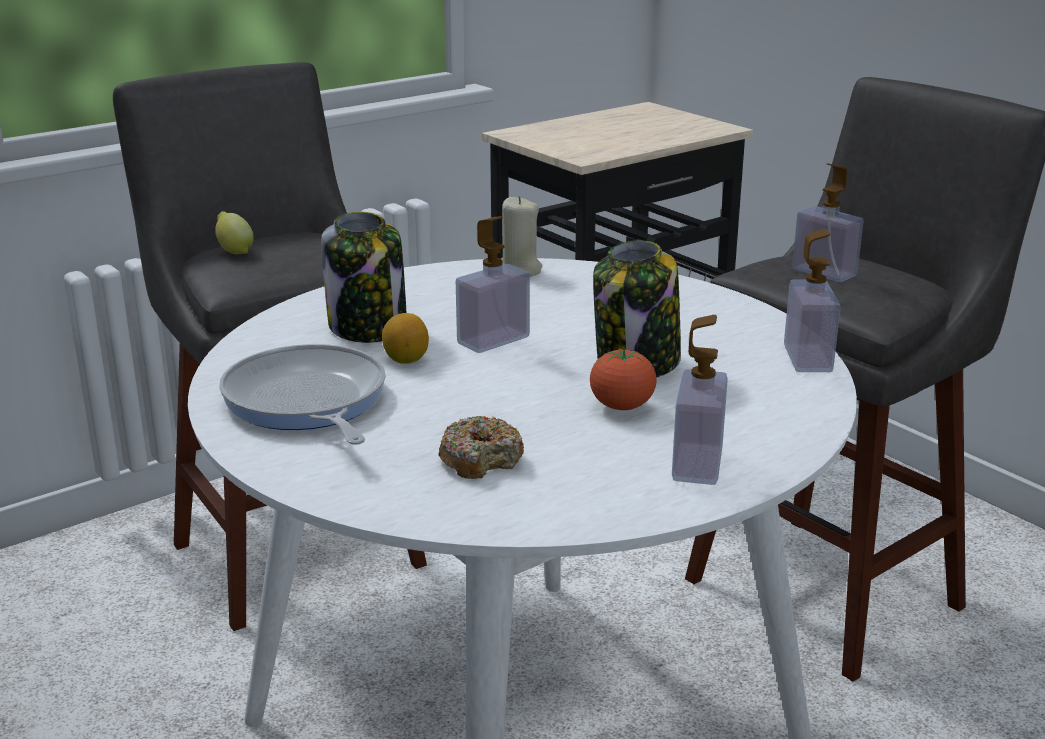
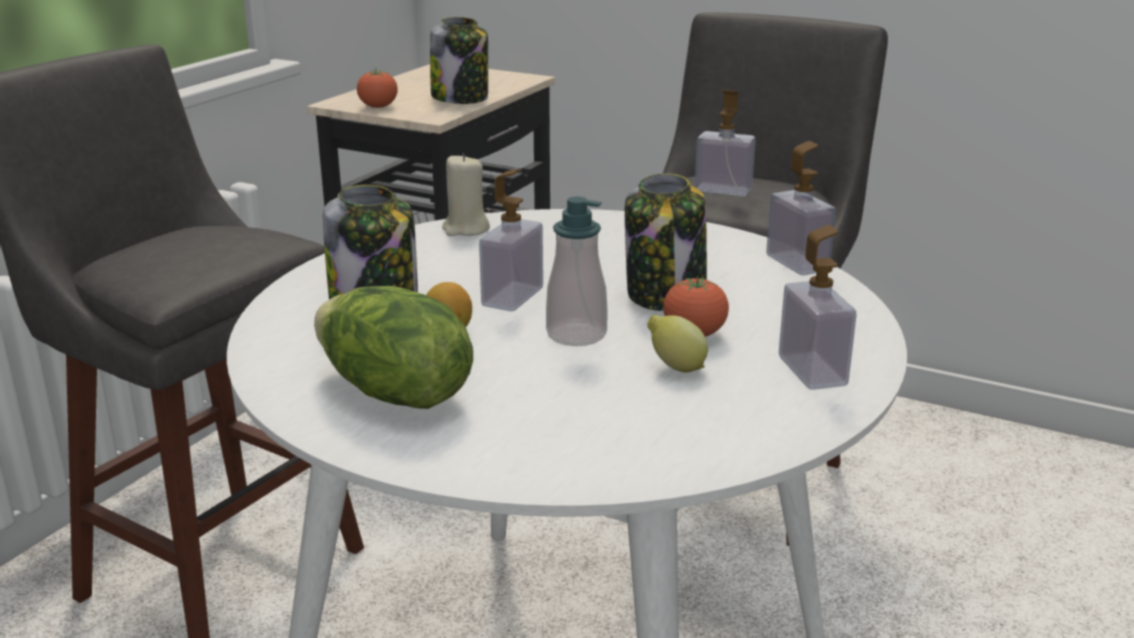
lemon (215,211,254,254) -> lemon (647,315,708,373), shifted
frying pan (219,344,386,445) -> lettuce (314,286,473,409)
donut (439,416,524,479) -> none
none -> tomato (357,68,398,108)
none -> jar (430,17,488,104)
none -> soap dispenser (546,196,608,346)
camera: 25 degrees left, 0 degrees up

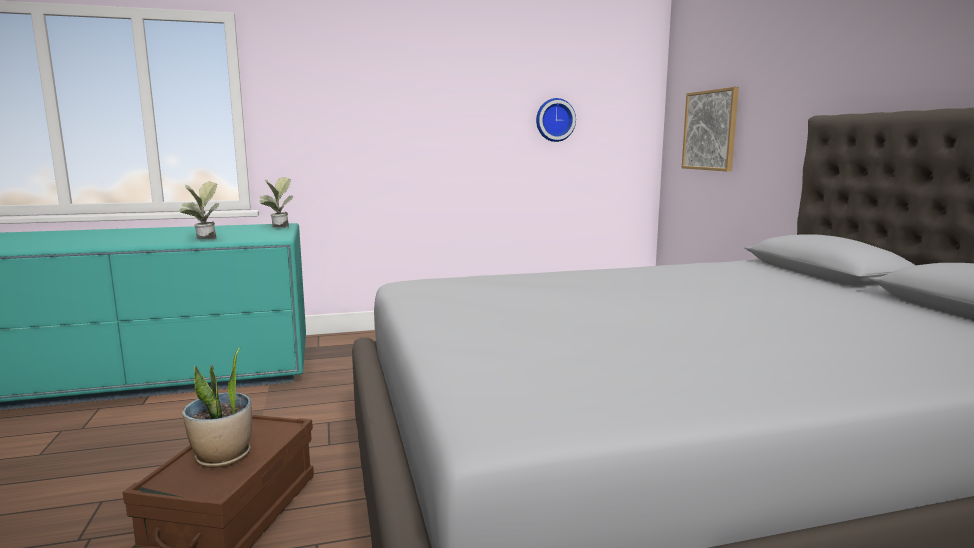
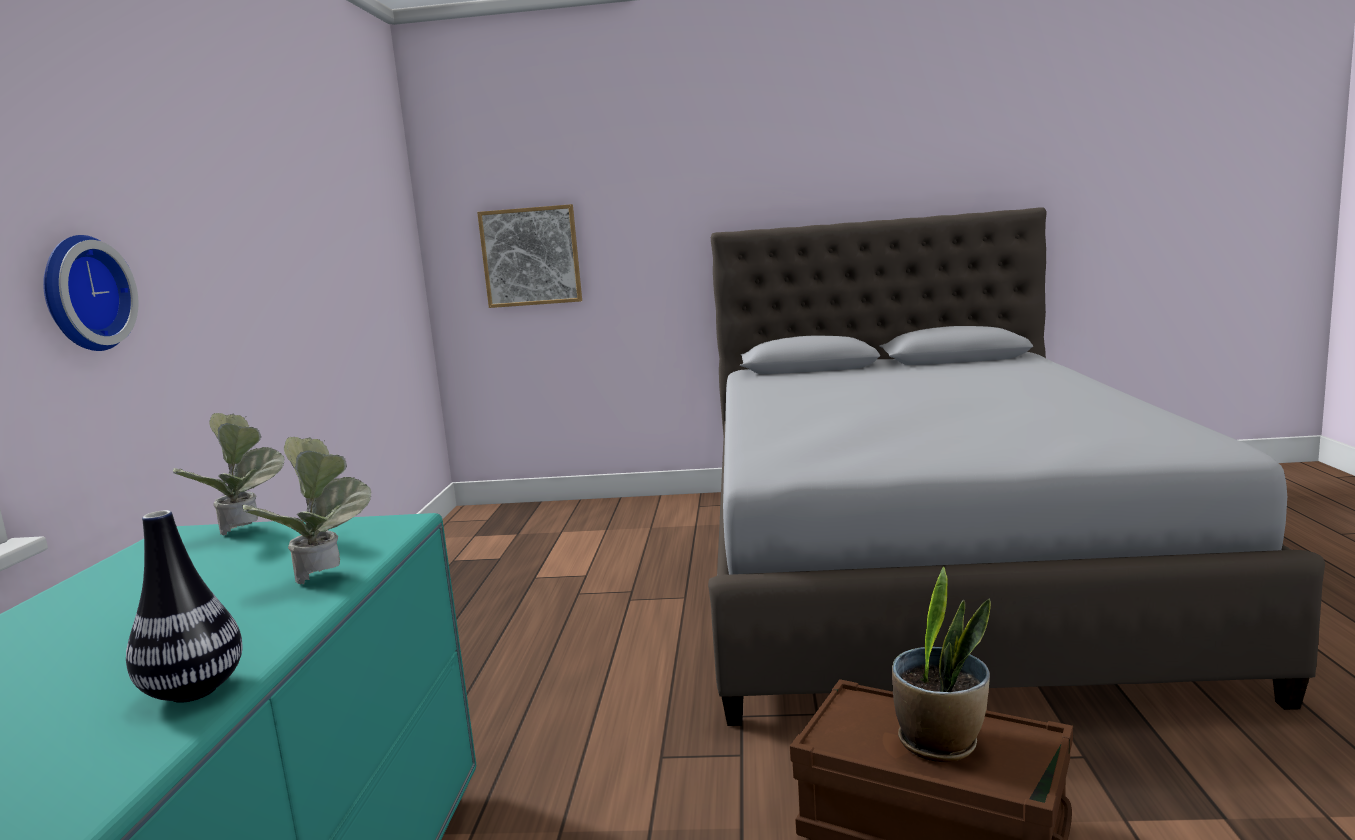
wall clock (536,98,576,142) -> wall clock (43,235,138,351), shifted
none -> vase (126,510,243,703)
camera: 70 degrees left, 0 degrees up

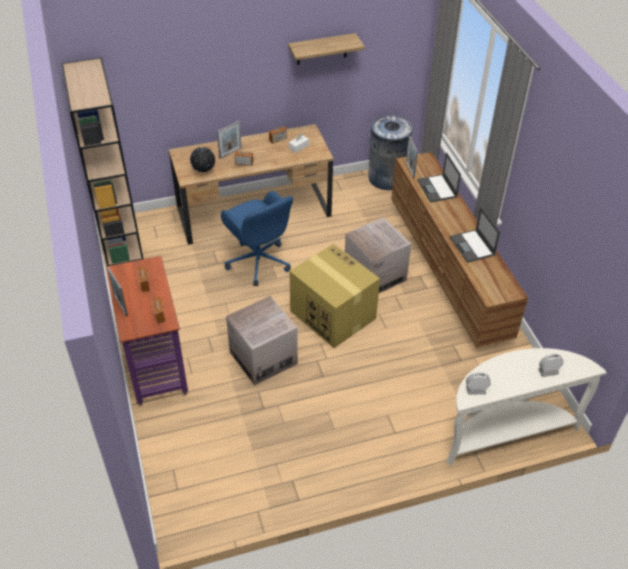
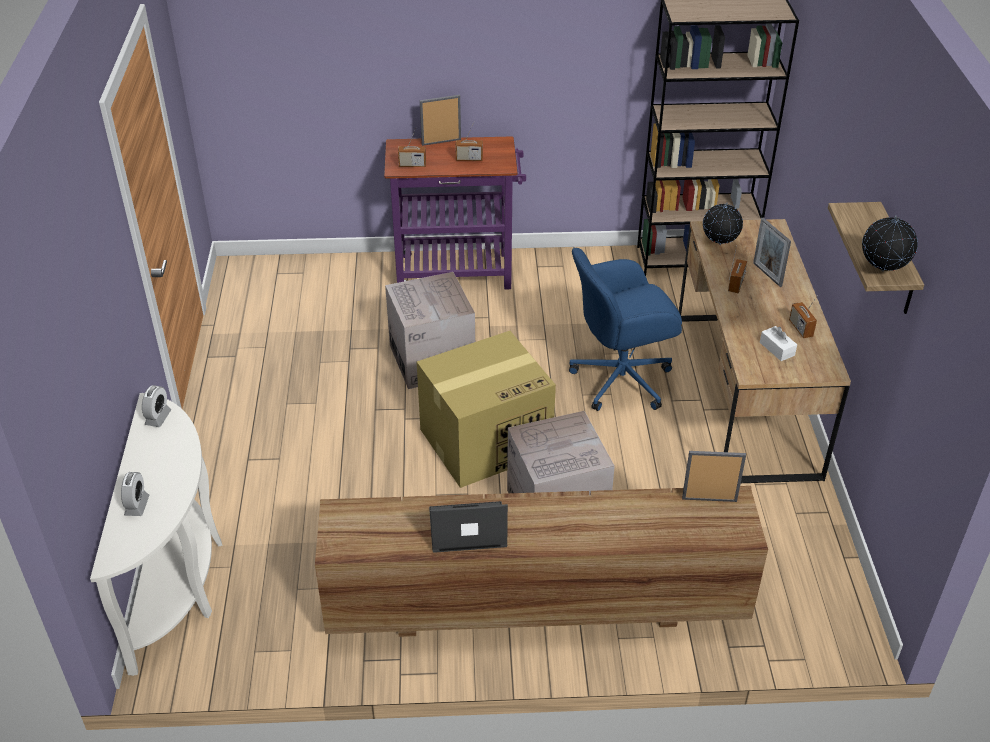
trash can in grey (368,116,412,190) -> none
laptop (417,152,461,203) -> none
none -> globe (862,215,918,272)
camera: 105 degrees right, 5 degrees down

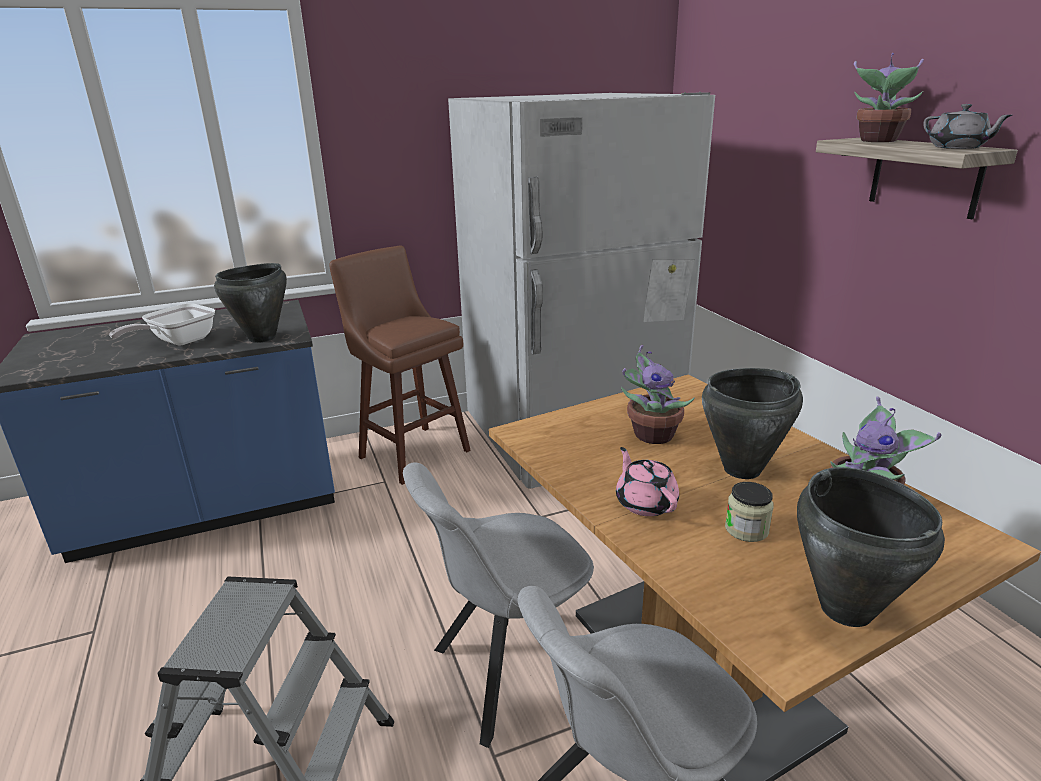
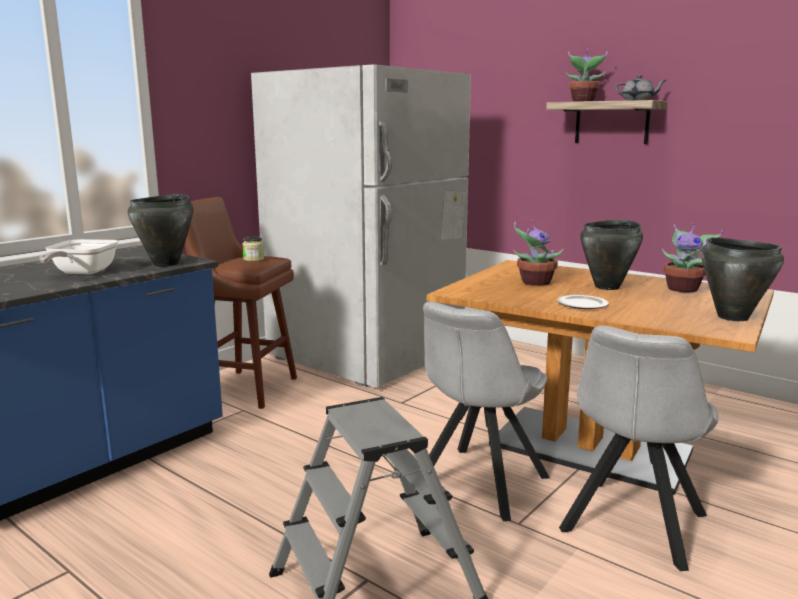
teapot in pink (616,447,679,516) -> plate (557,295,609,309)
jar (725,482,774,542) -> jar (242,237,264,261), shifted
camera: 30 degrees left, 10 degrees down

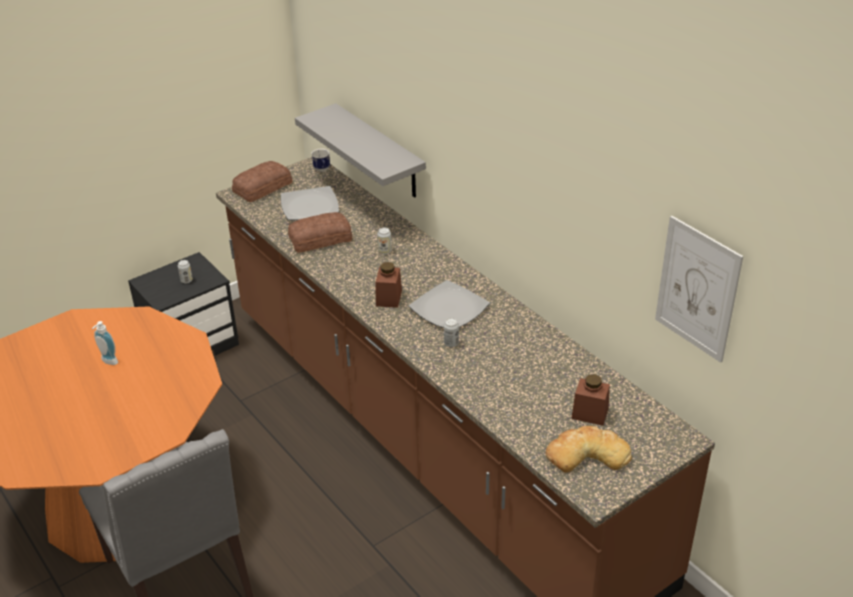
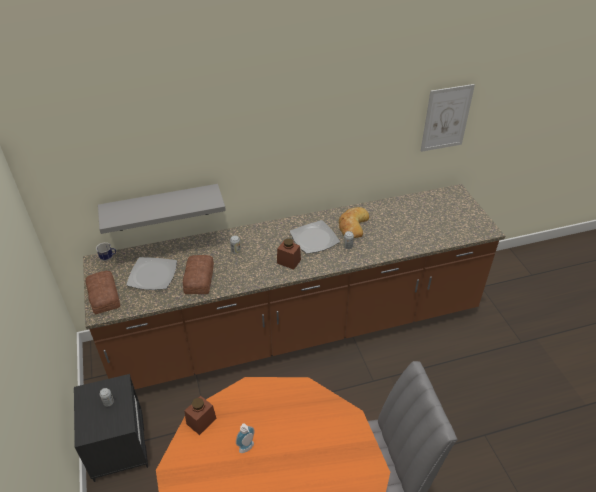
bread (545,426,632,473) -> bread (339,207,369,238), shifted
jar in brown (571,374,610,426) -> jar in brown (184,396,217,435), shifted
camera: 70 degrees left, 5 degrees up

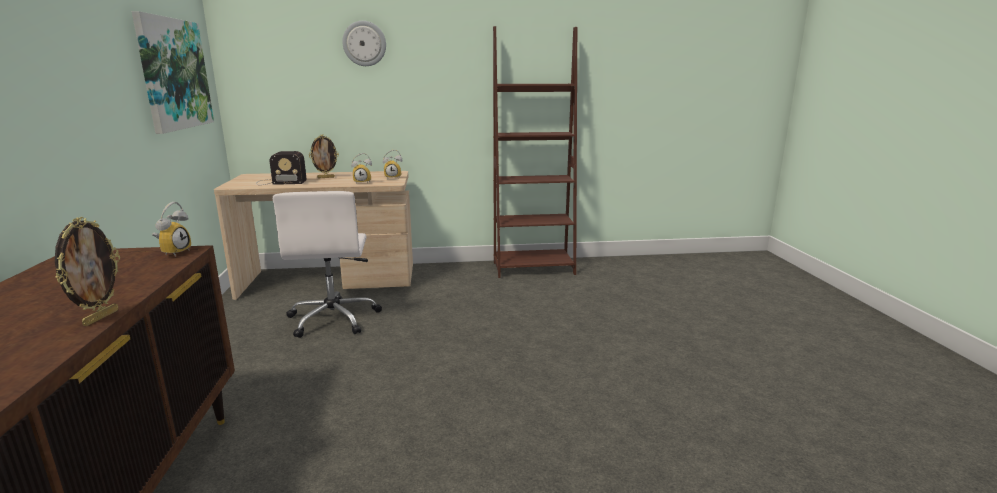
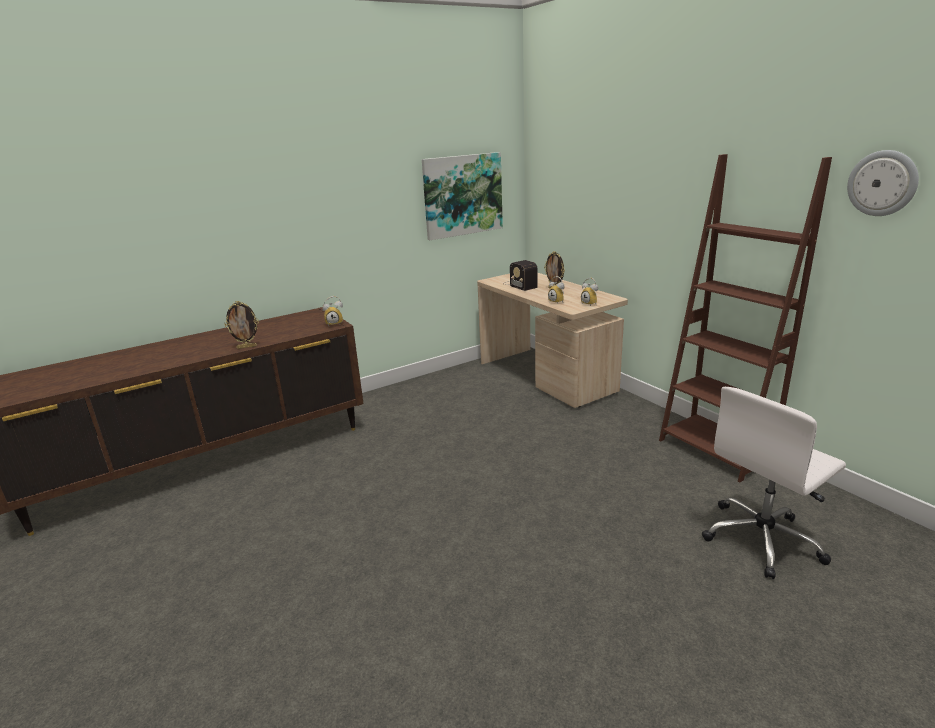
office chair in white (273,191,382,338) -> office chair in white (702,387,846,579), shifted
wall clock (342,21,386,66) -> wall clock (847,150,919,216), shifted
camera: 65 degrees right, 5 degrees up

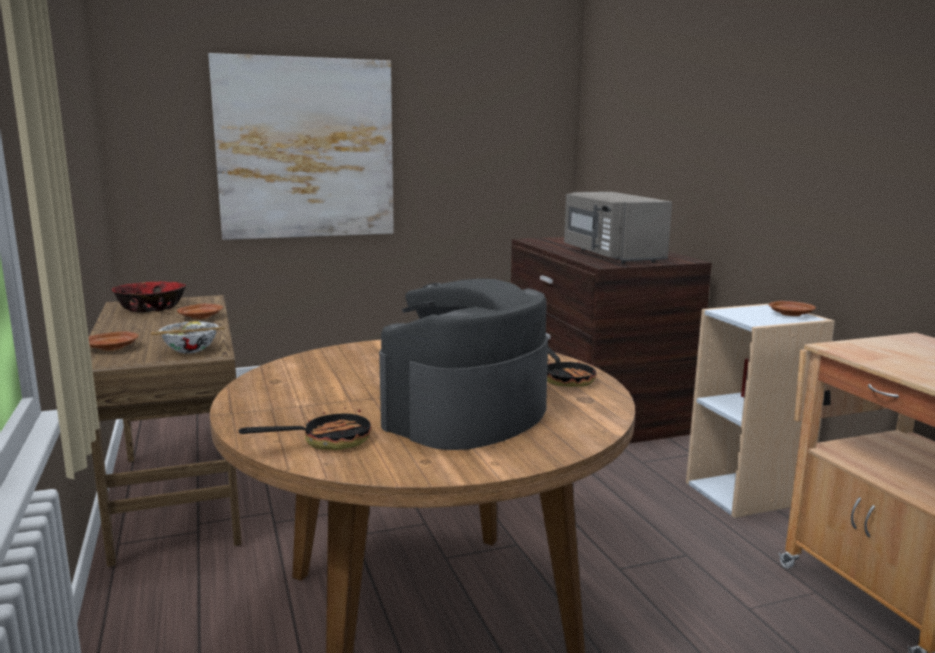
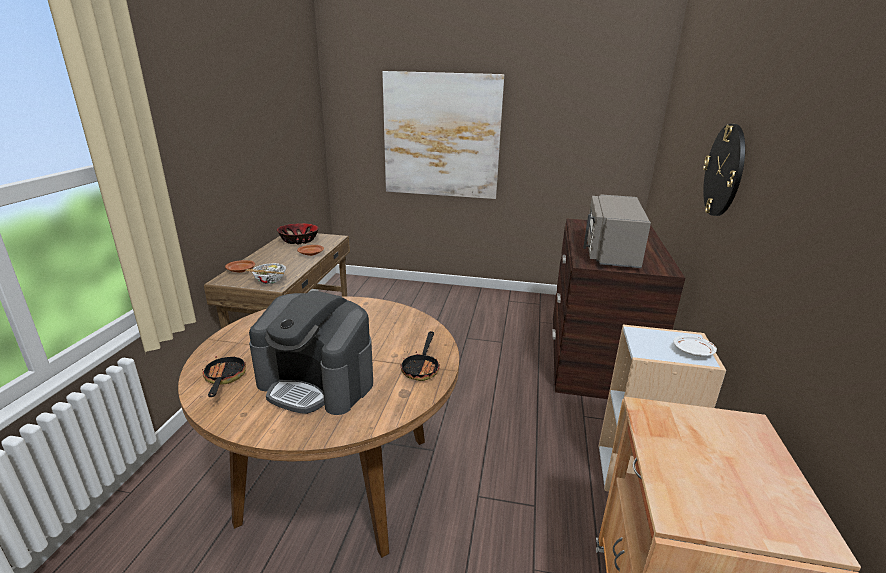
frying pan (239,408,371,450) -> frying pan (202,356,246,397), 105 degrees counterclockwise
coffee machine (379,279,548,450) -> coffee machine (249,291,373,415), 135 degrees counterclockwise
plate in brown (769,301,816,316) -> plate in white (674,335,717,357)
none -> wall clock (703,124,745,216)
camera: 30 degrees right, 10 degrees up

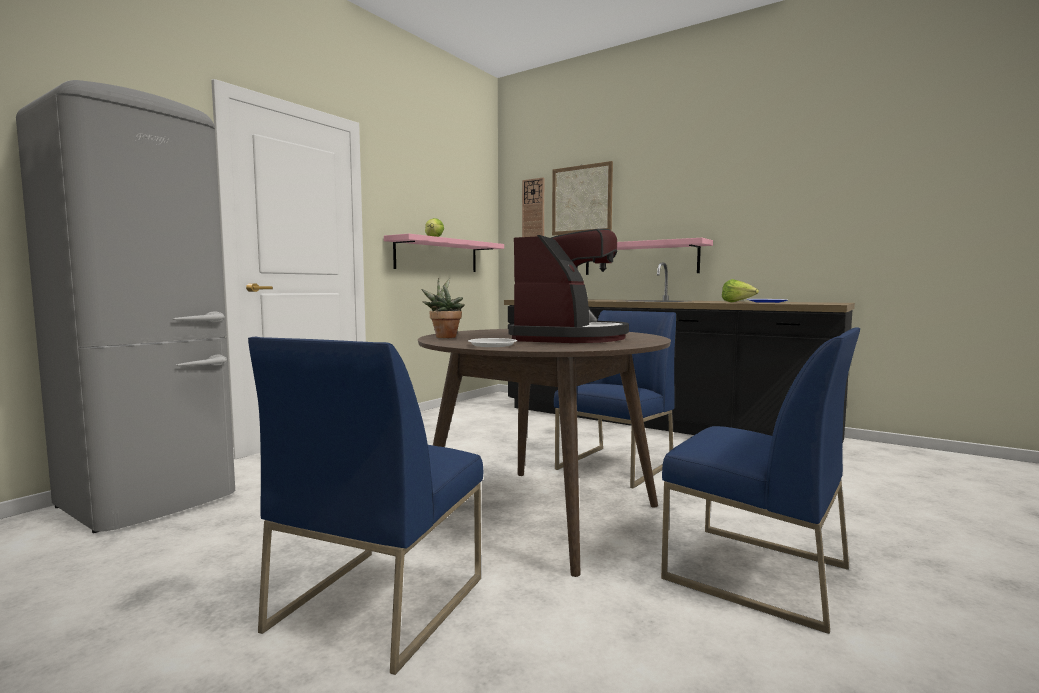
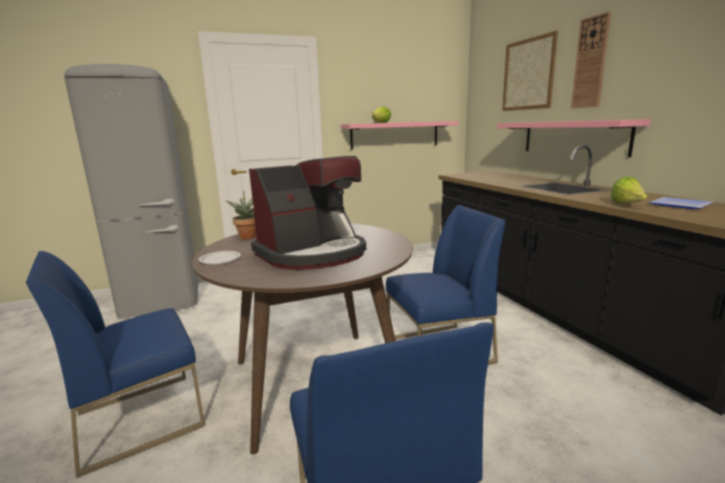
wall clock (522,177,544,237) -> wall clock (571,11,611,108), shifted
camera: 35 degrees right, 10 degrees up

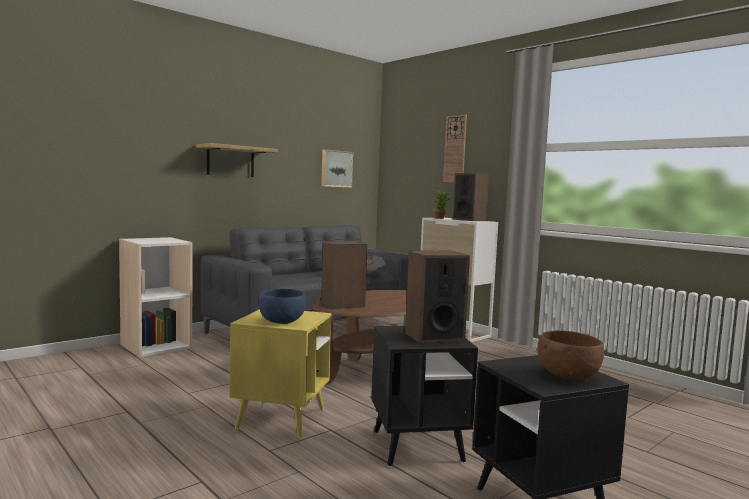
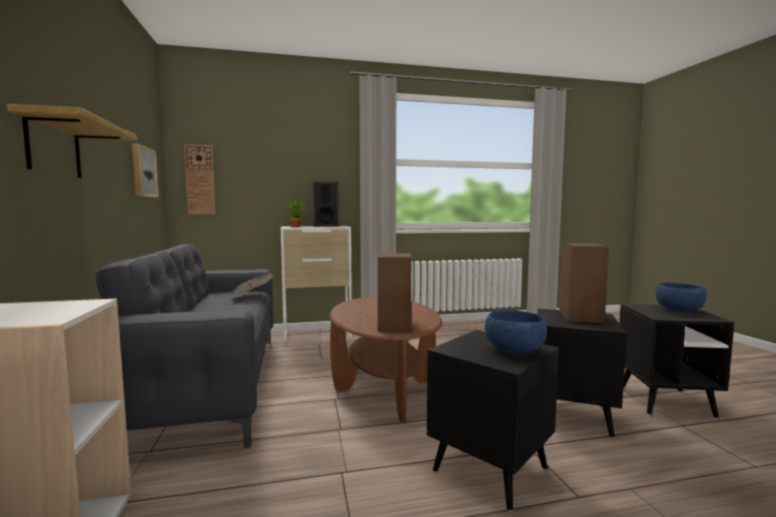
side table in yellow (230,309,331,438) -> side table in black (427,330,559,512)
wall clock (443,114,467,182) -> wall clock (184,144,215,214), shifted
bowl in brown (537,330,604,380) -> bowl in blue (656,283,707,311)
camera: 60 degrees left, 0 degrees up

